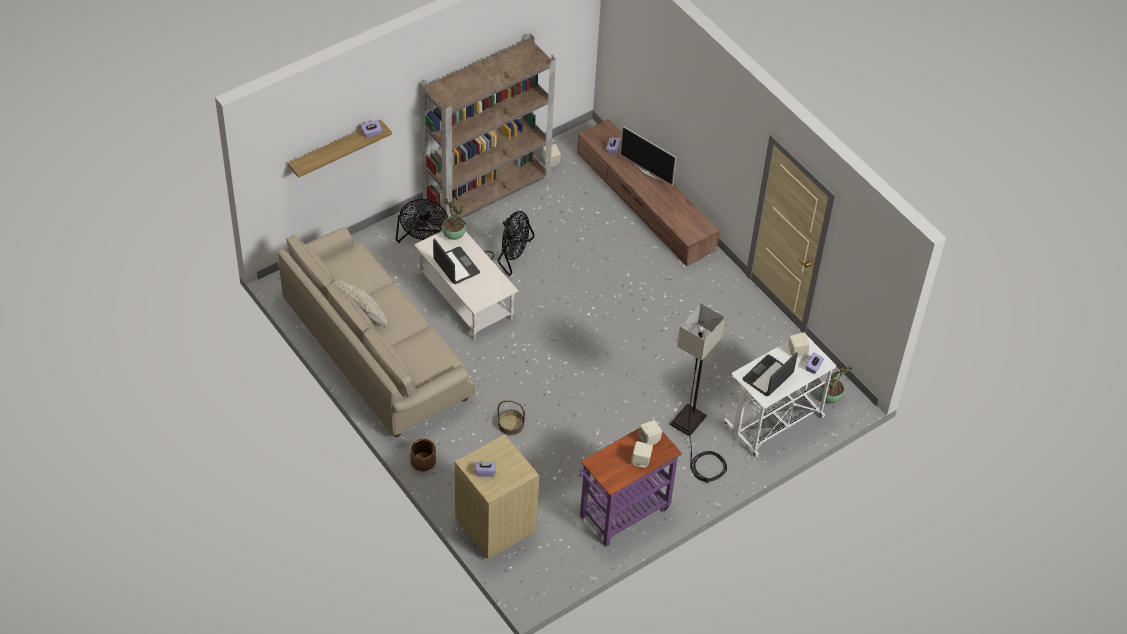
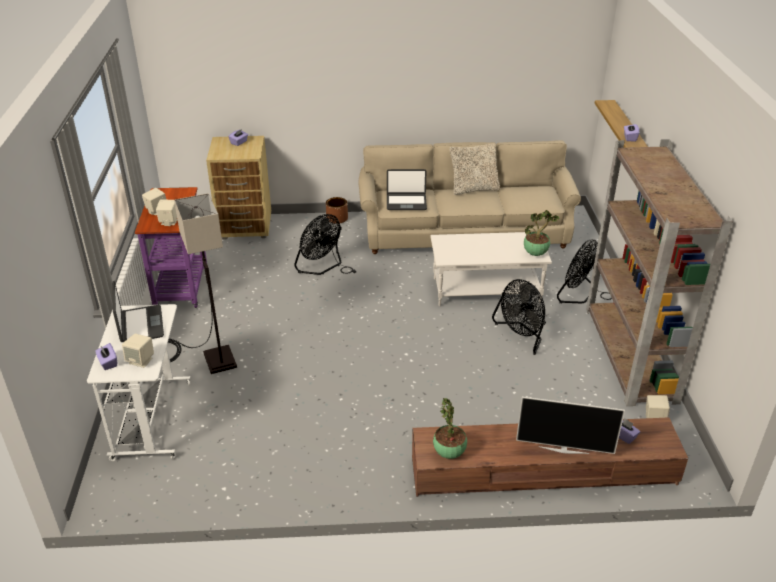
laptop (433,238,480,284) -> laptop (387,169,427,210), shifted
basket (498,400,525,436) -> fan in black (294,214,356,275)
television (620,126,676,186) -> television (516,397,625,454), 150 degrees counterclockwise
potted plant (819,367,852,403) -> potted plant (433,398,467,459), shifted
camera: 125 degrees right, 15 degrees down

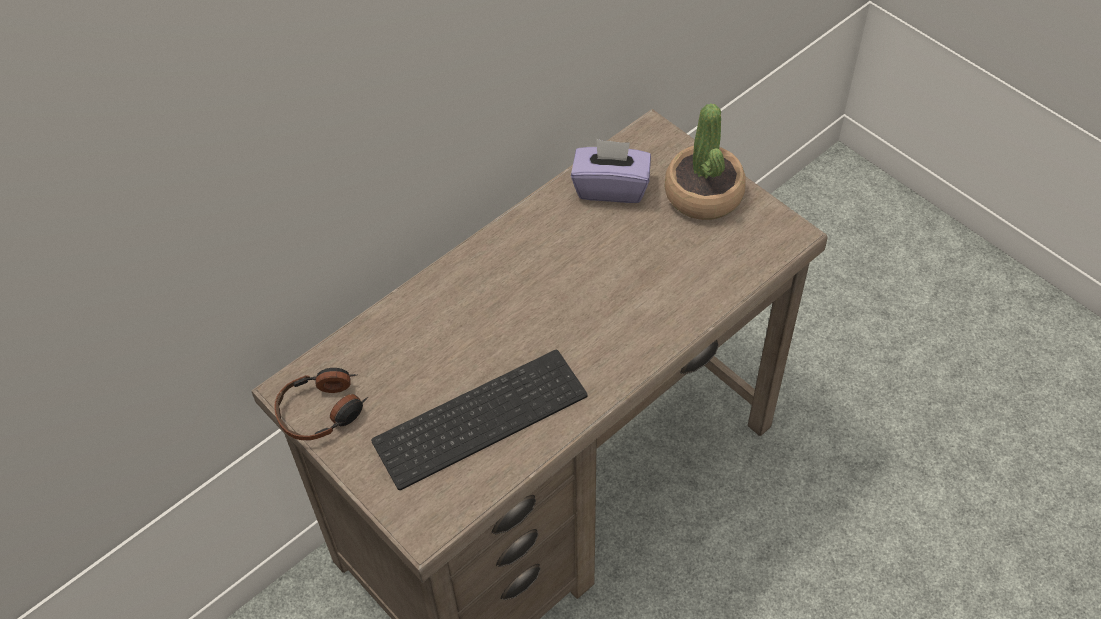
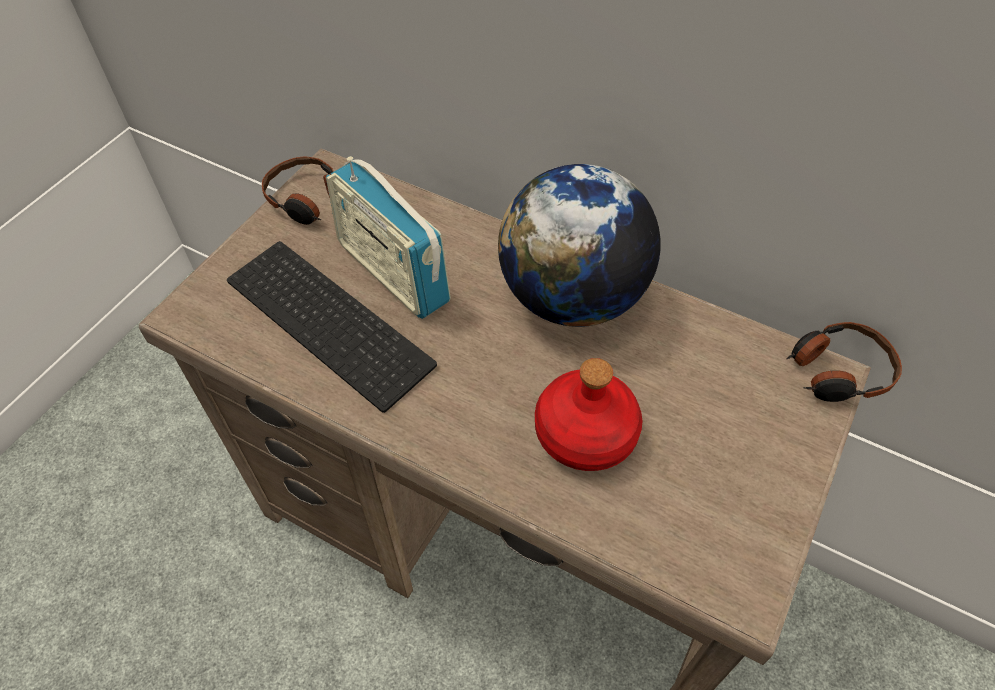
tissue box in purple (571,139,651,203) -> none
potted plant (665,103,746,220) -> none
none -> radio (326,156,451,319)
none -> globe (498,164,661,327)
none -> bottle in red (535,358,643,471)
none -> headphones (787,322,902,402)
camera: 70 degrees right, 0 degrees up

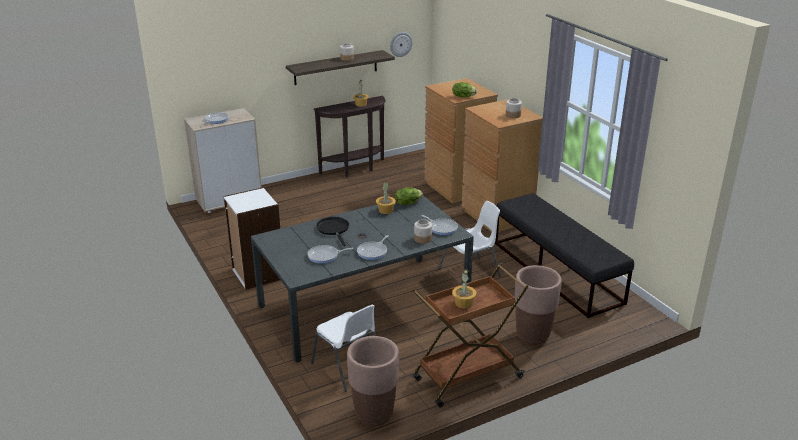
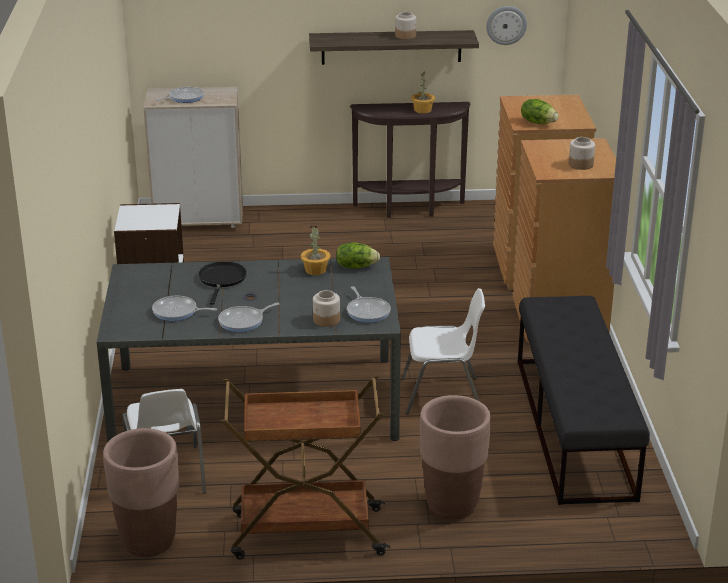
potted plant (452,269,476,309) -> none
camera: 25 degrees right, 0 degrees up

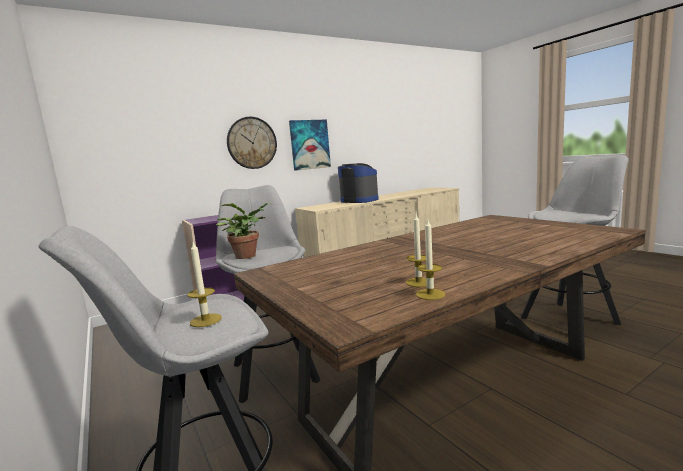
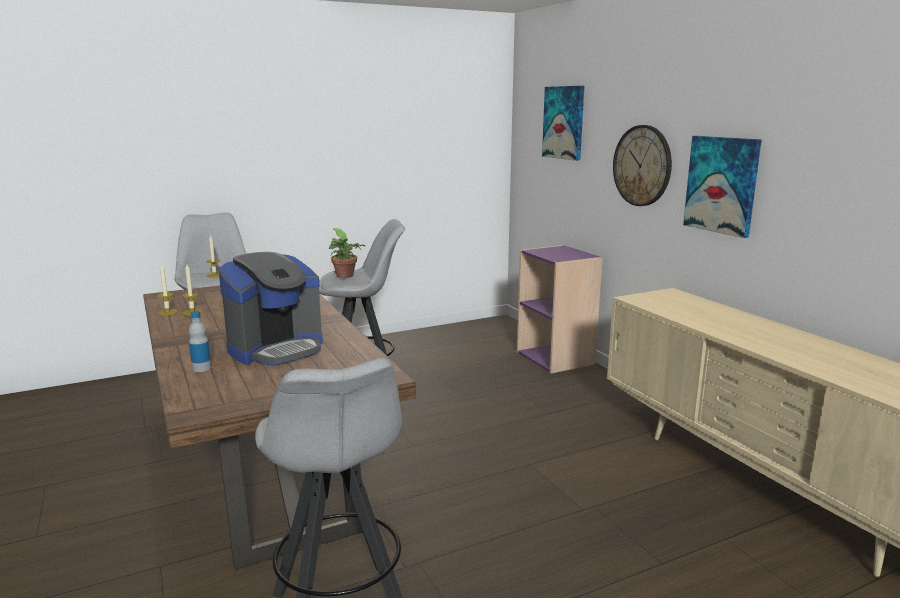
coffee machine (338,163,379,203) -> coffee machine (219,252,323,366), shifted
none -> bottle (189,311,211,372)
none -> picture (542,86,584,161)
camera: 95 degrees right, 5 degrees up

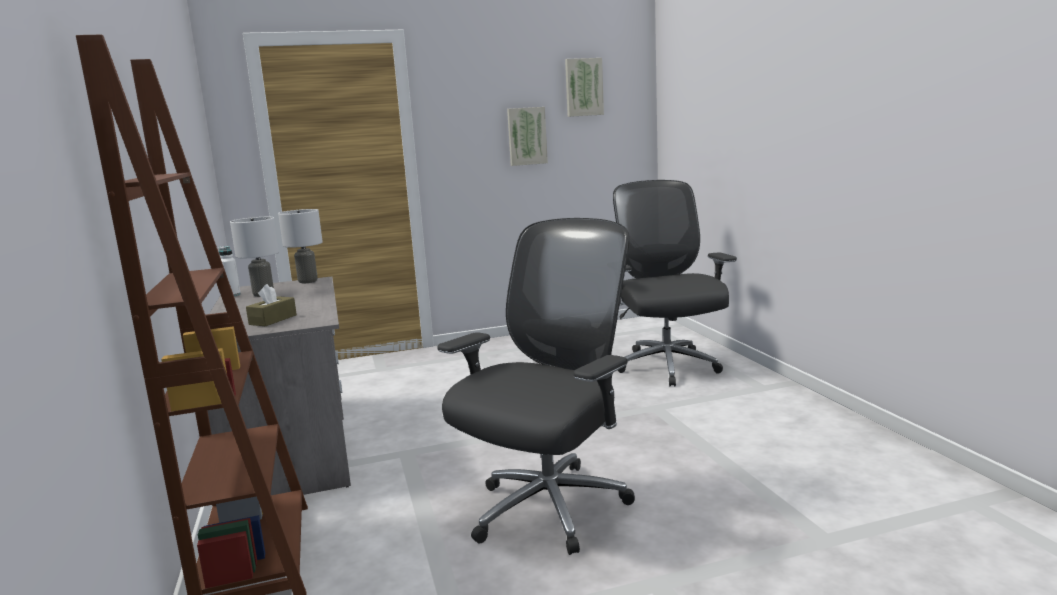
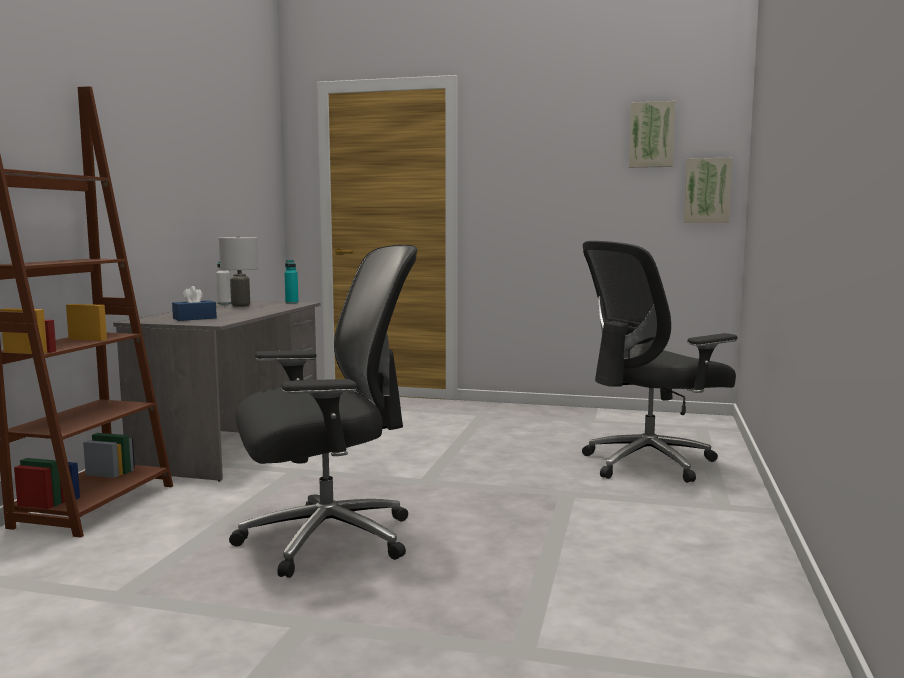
tissue box in brown (246,284,297,326) -> tissue box in blue (172,286,217,321)
table lamp in white (278,209,323,284) -> bottle in turquoise (284,260,298,304)
picture (507,107,548,166) -> picture (684,158,733,223), shifted
office chair (613,180,737,387) -> office chair (582,241,737,483), 135 degrees counterclockwise
camera: 30 degrees right, 5 degrees down

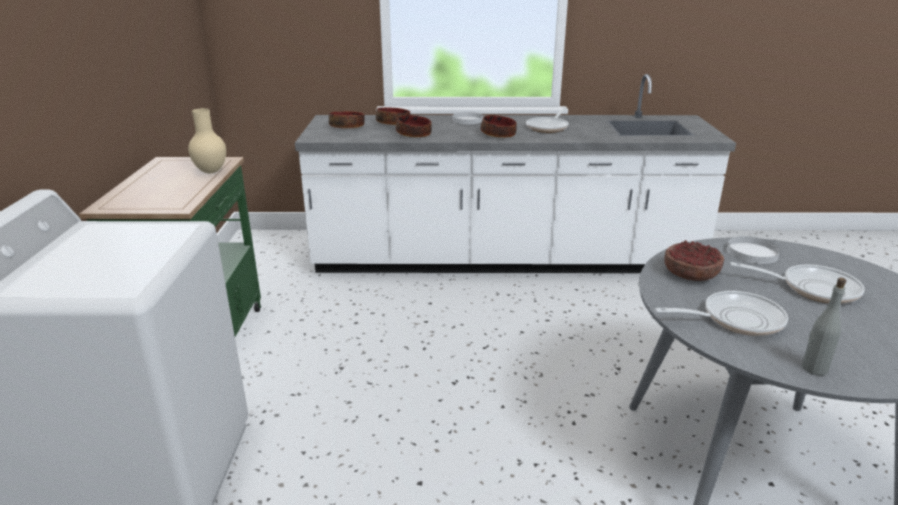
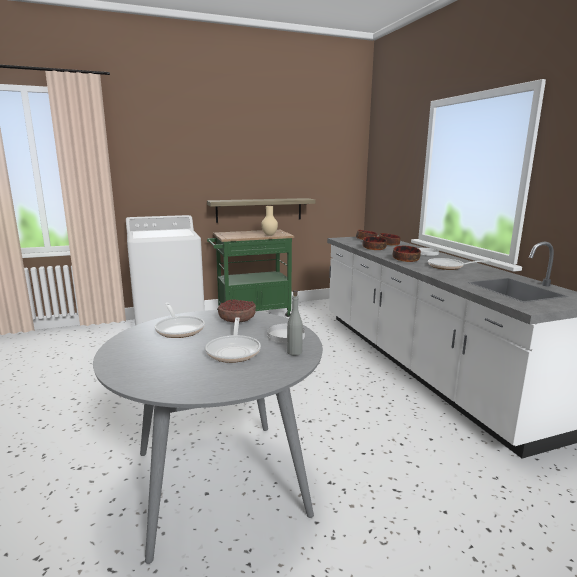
bottle in grey (802,278,846,376) -> bottle in grey (287,290,303,356), shifted
none -> shelf (207,198,315,223)
camera: 70 degrees right, 10 degrees down

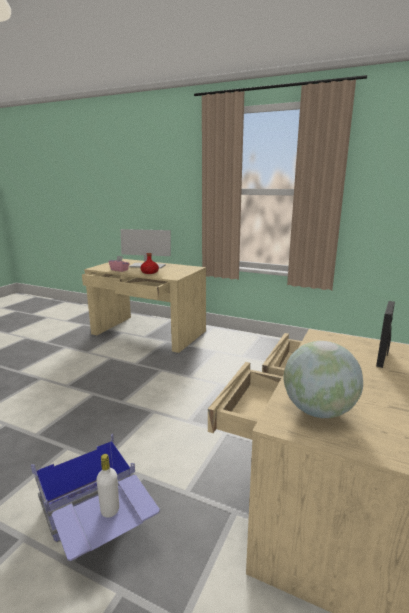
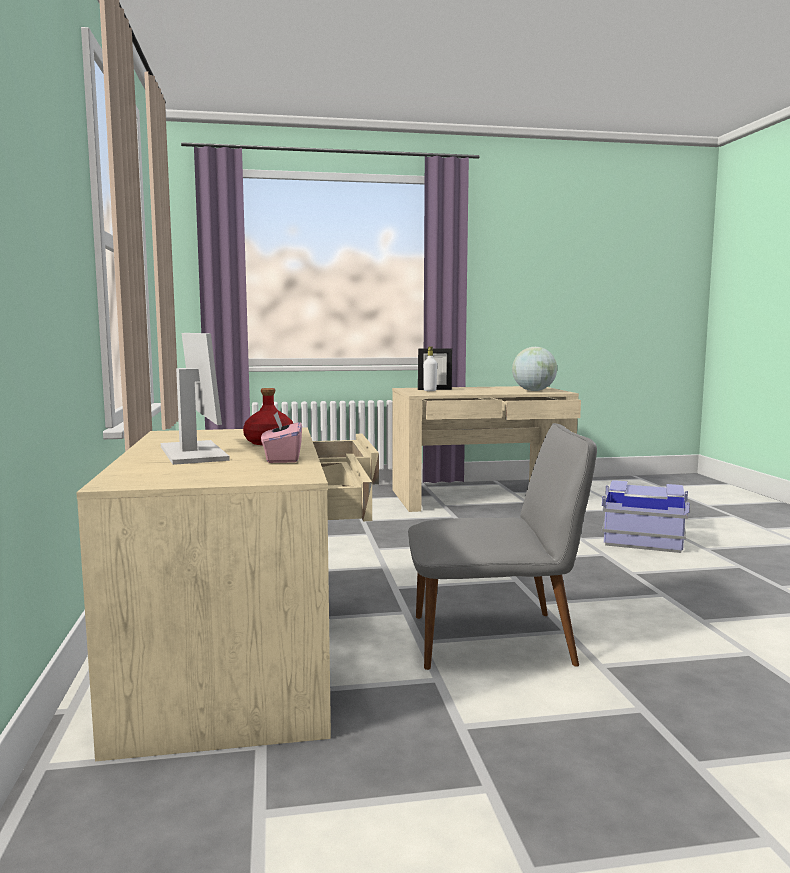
bottle in white (96,454,119,518) -> bottle in white (423,346,437,391), shifted
none -> chair in grey (408,423,597,670)
camera: 125 degrees left, 10 degrees down

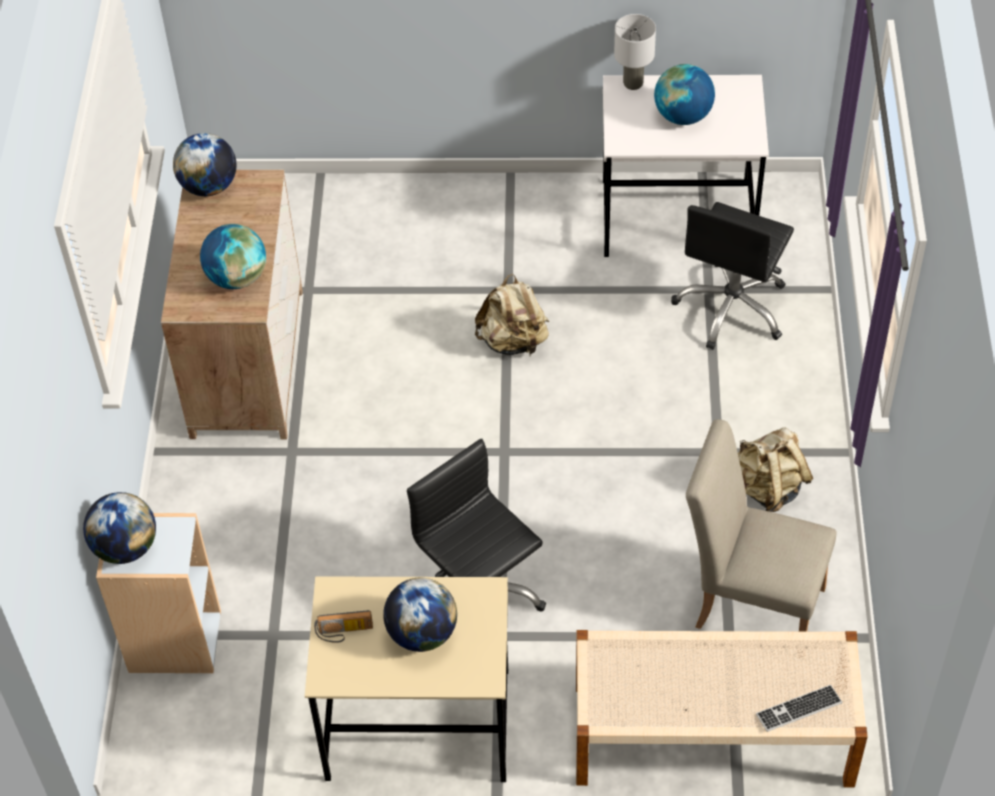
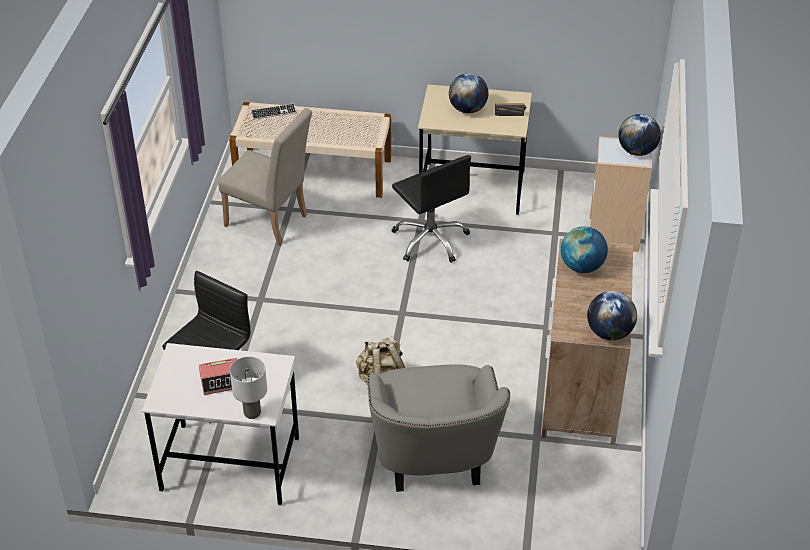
globe (654,64,715,125) -> alarm clock (199,358,242,395)
backpack in beige (738,427,813,512) -> none
none -> armchair in grey (367,364,510,492)
camera: 175 degrees left, 10 degrees down

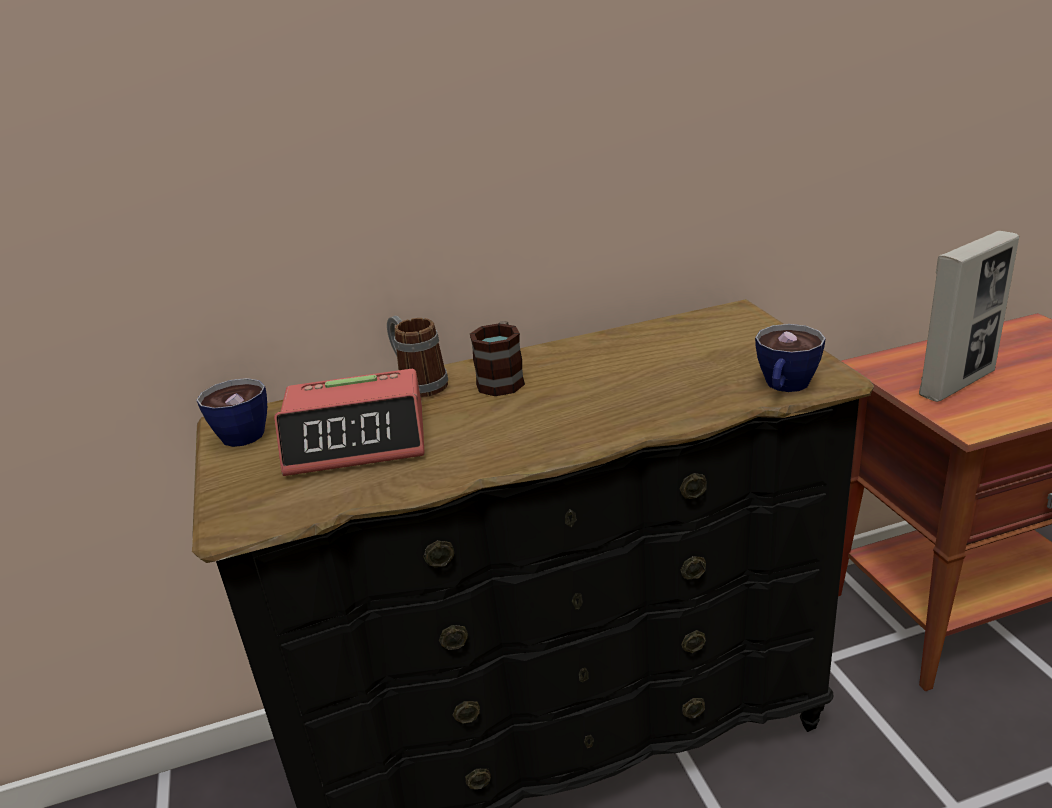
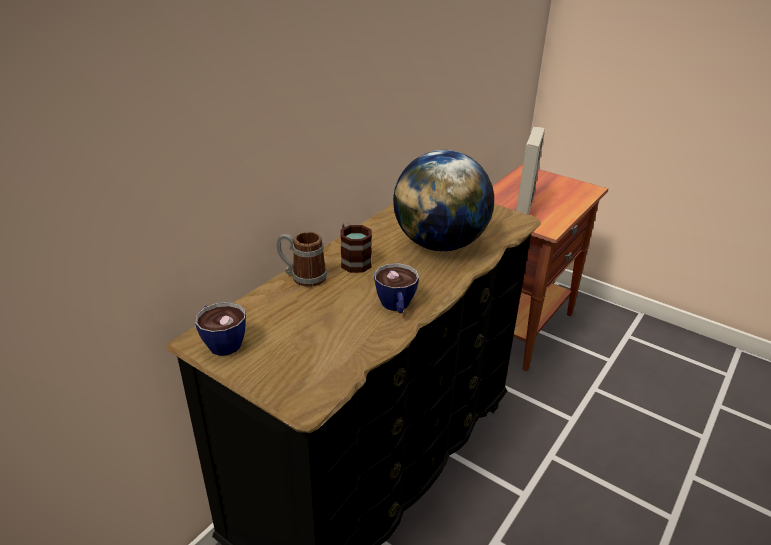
alarm clock (274,369,425,476) -> none
cup (755,324,826,392) -> cup (374,263,419,313), shifted
none -> globe (393,150,494,251)
camera: 40 degrees left, 5 degrees up

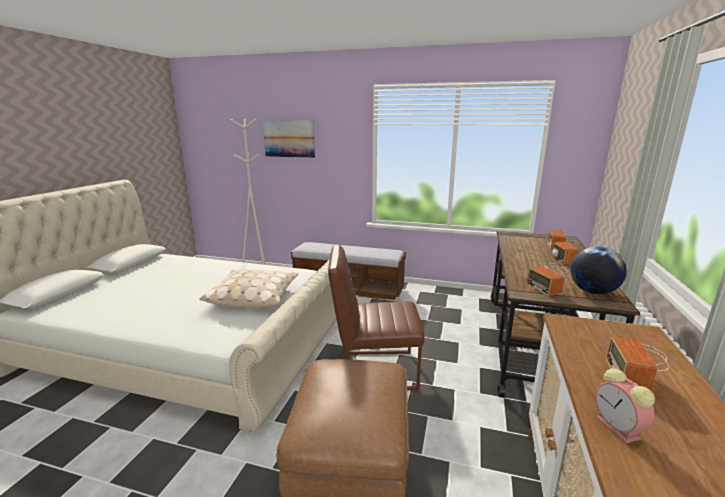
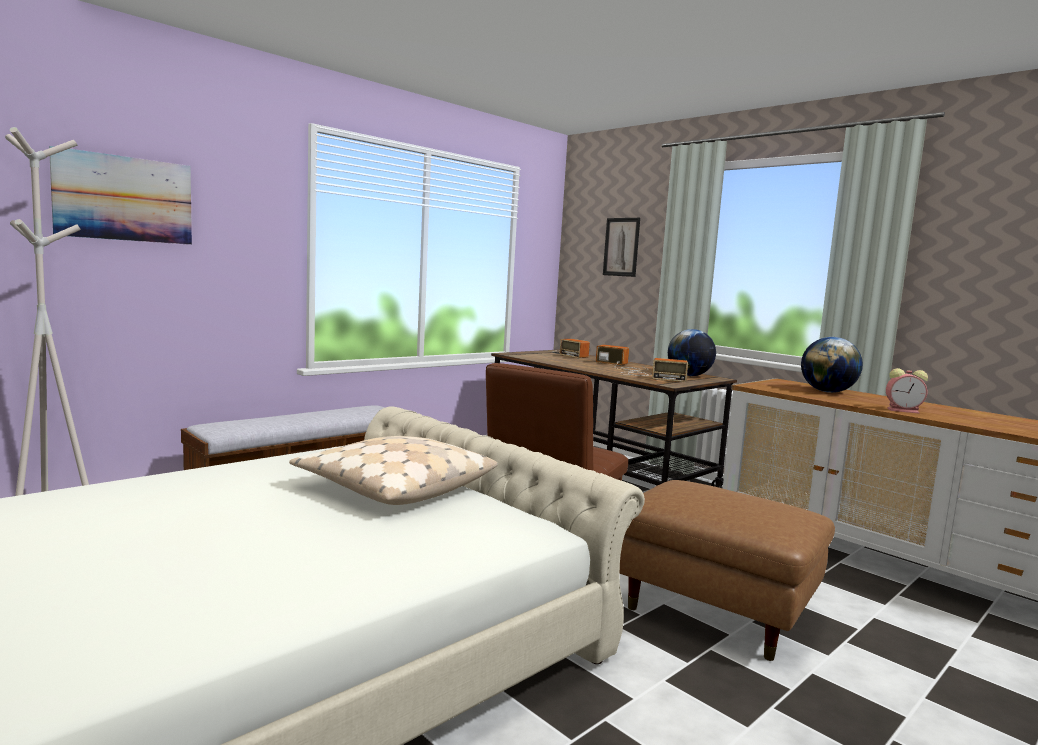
radio (606,337,669,390) -> globe (801,337,863,393)
none -> picture (603,218,640,277)
camera: 60 degrees left, 10 degrees down

